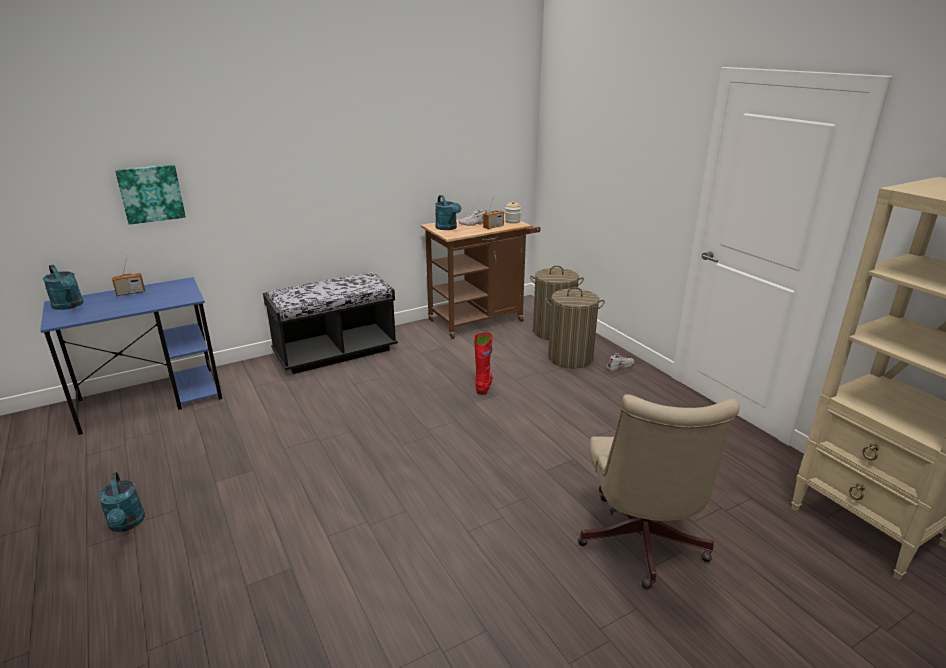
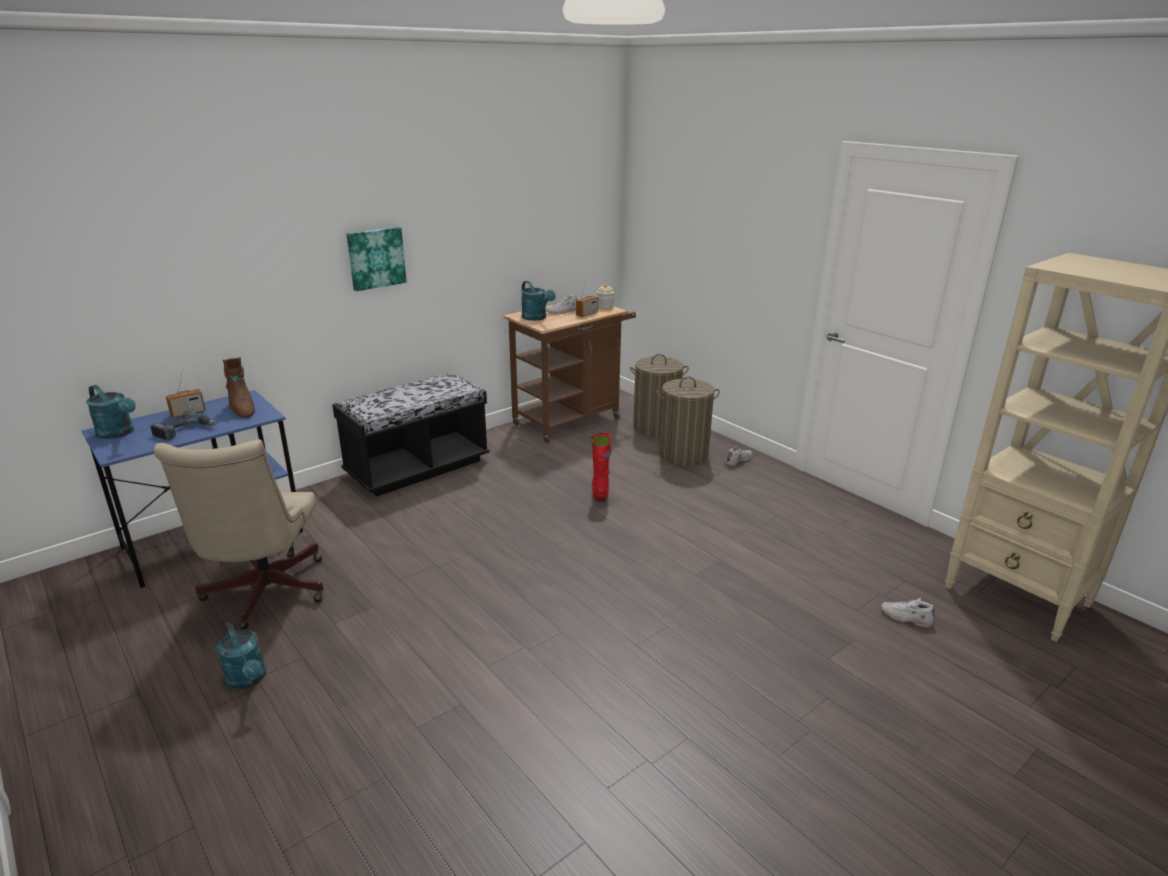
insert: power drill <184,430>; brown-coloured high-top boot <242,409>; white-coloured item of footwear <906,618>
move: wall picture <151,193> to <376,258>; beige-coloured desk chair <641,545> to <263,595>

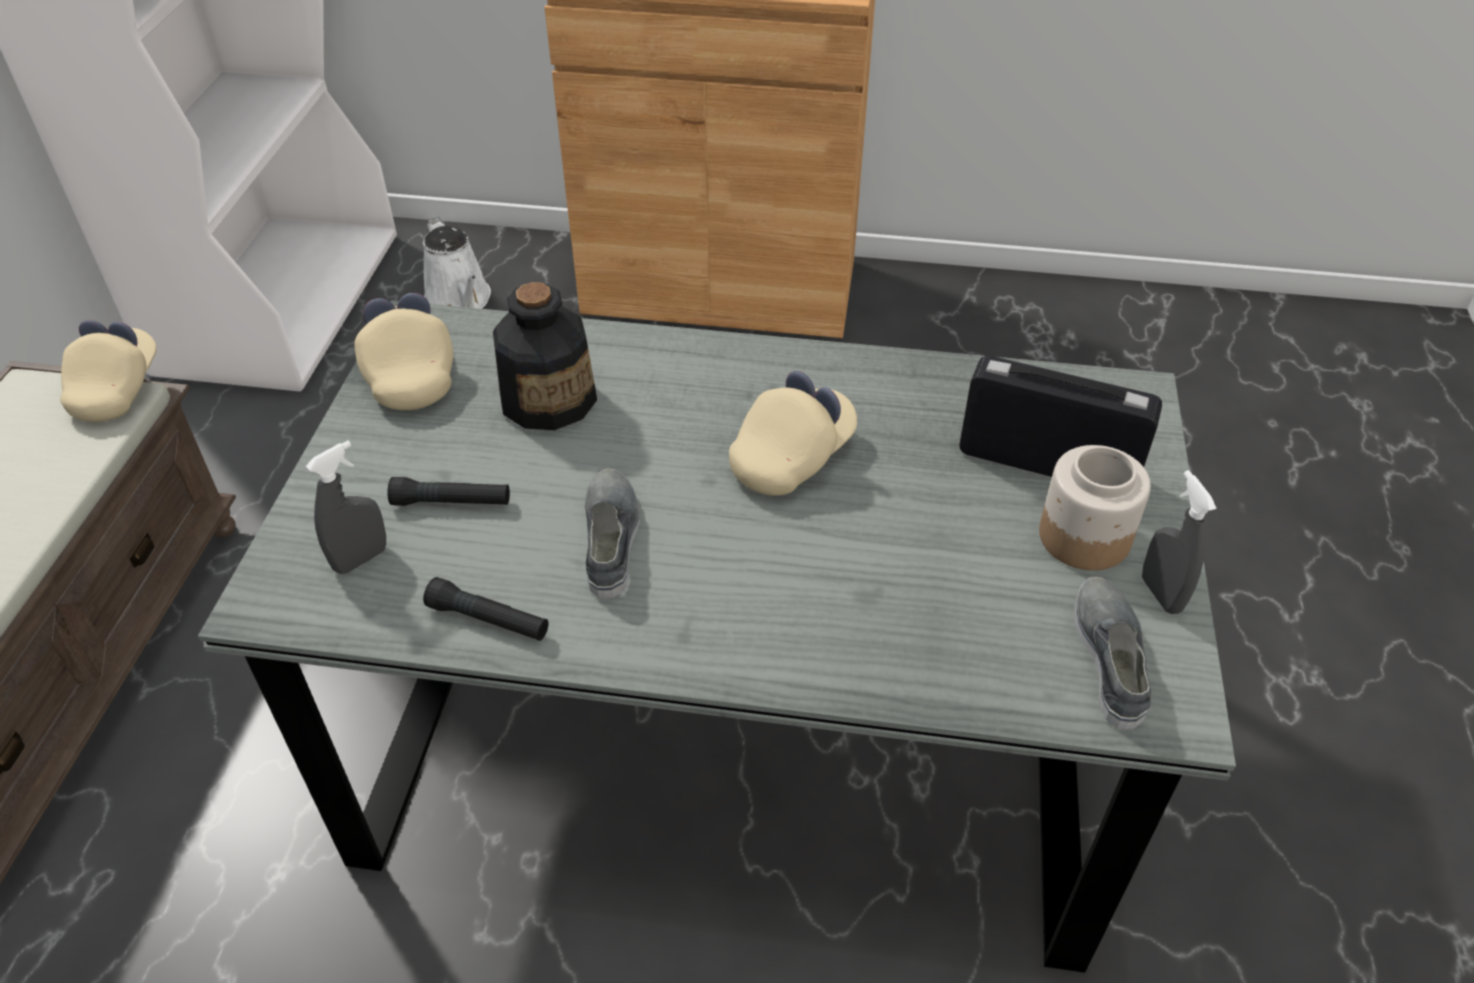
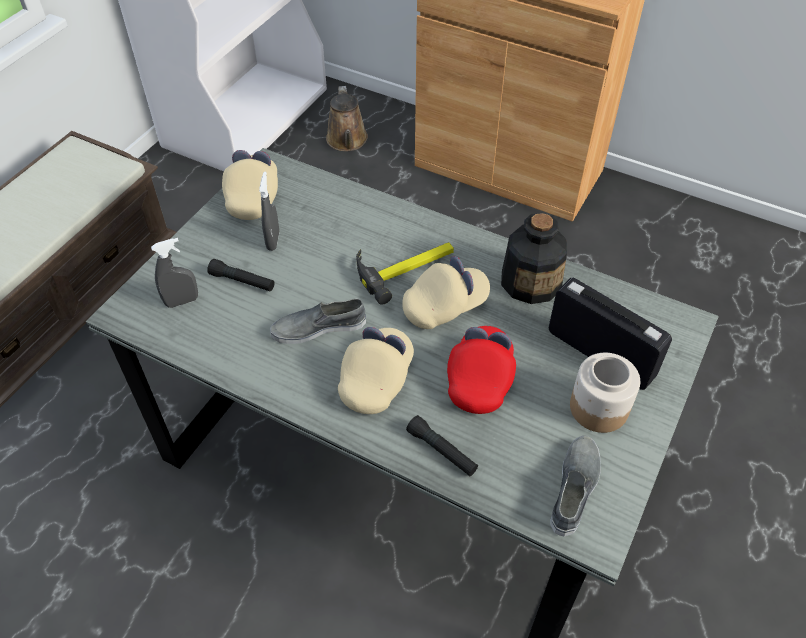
insert: hammer <406,267>; red baseball cap <480,378>
move: beige-coloured baseball cap <117,389> to <376,379>; blackish hand torch <489,620> to <442,451>; bottle <549,399> to <531,281>; grey sprayer <1160,594> to <273,241>
recolor: white-coloured sprinkling can <460,301> to brown-coloured sprinkling can <347,141>
rotate: grey item of footwear <611,538> = <318,327> 120 degrees counterclockwise

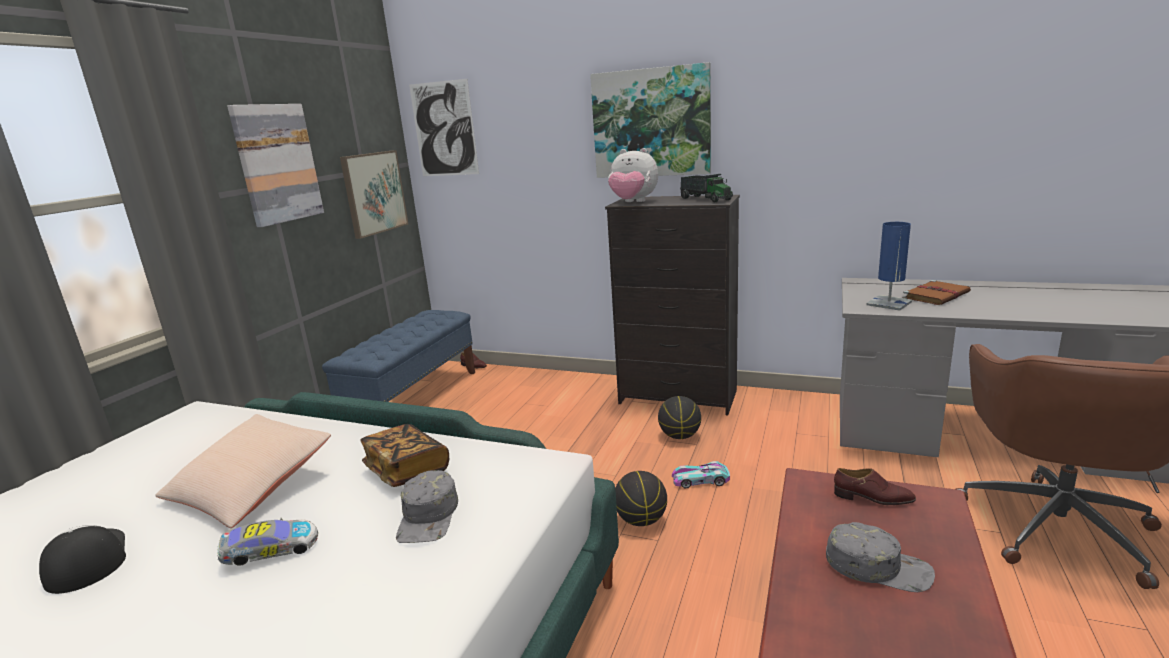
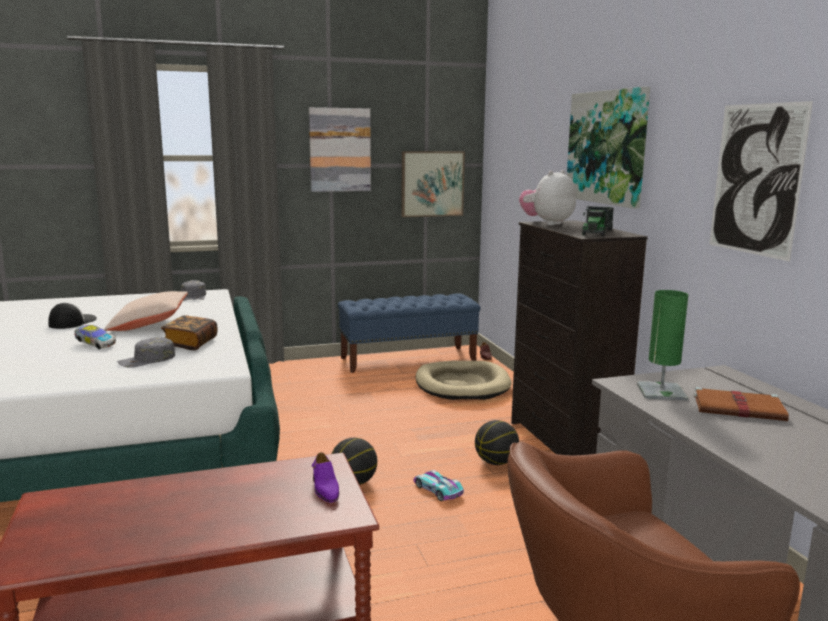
insert: beige-coloured dog bed <462,385>
move: wall picture <444,129> to <756,179>; grey baseball cap <878,566> to <194,296>
recolor: brown-coloured item of footwear <873,498> to purplish item of footwear <325,489>; blue table lamp <889,303> to green-coloured table lamp <661,392>
rotate: soft toy <633,202> = <547,223> 60 degrees clockwise

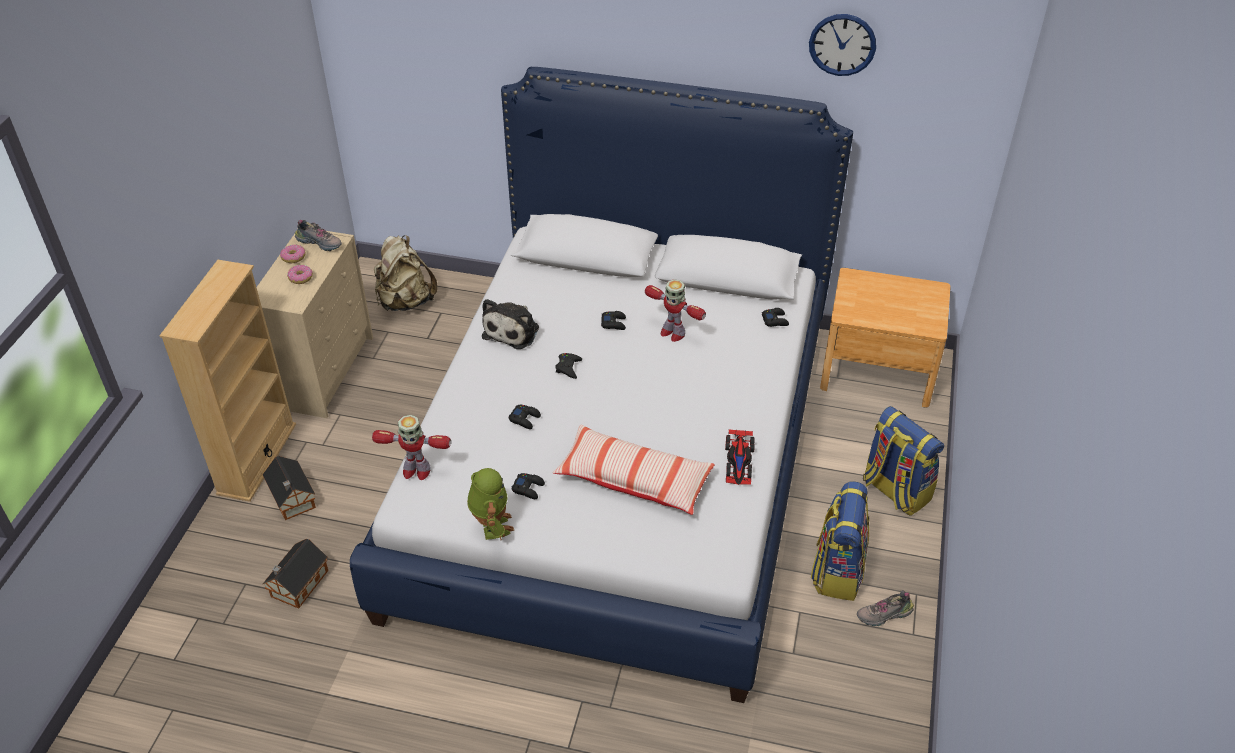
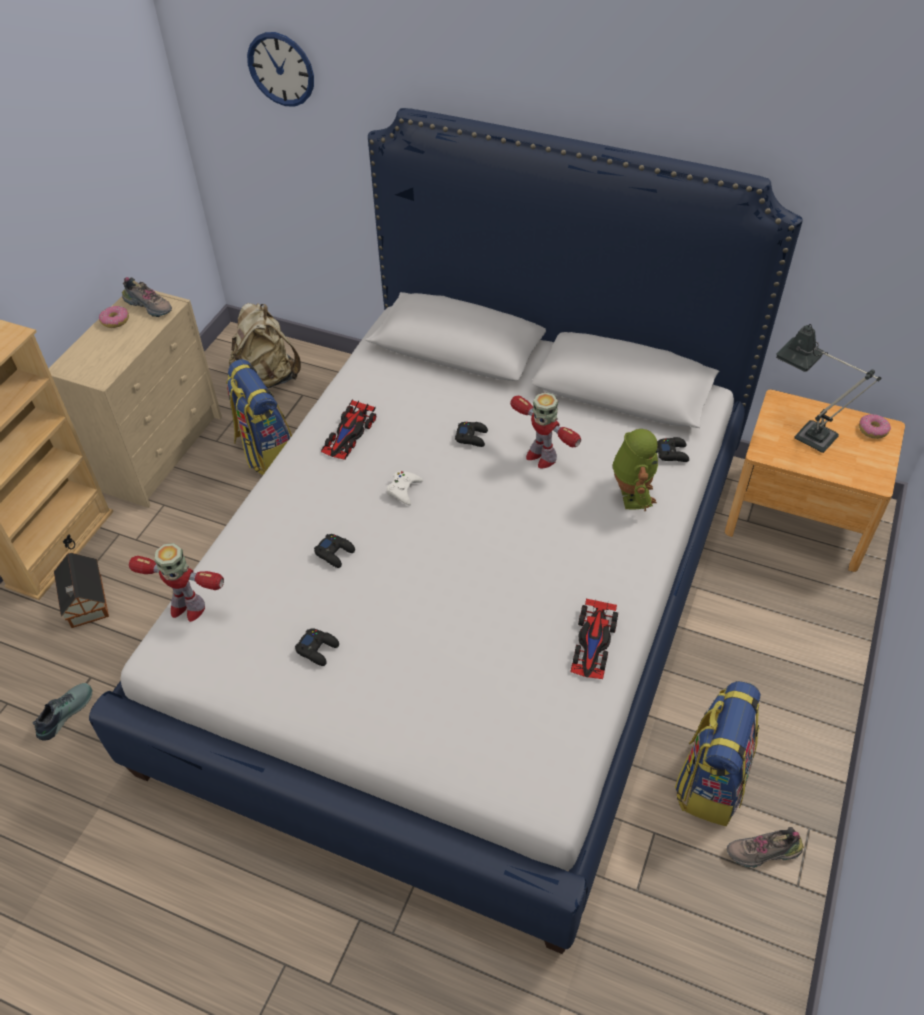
delete: cushion <634,480>
insert: table lamp <806,433>
move: ring doughnut <301,278> to <873,430>; robot figure <491,525> to <631,495>; clock on the wall <842,44> to <281,69>; backpack <894,490> to <265,451>
replace: toy house <297,585> to item of footwear <64,713>; soft toy <513,330> to miniature car <349,434>
recolor: blackish gamepad <568,368> to white-coloured gamepad <404,490>

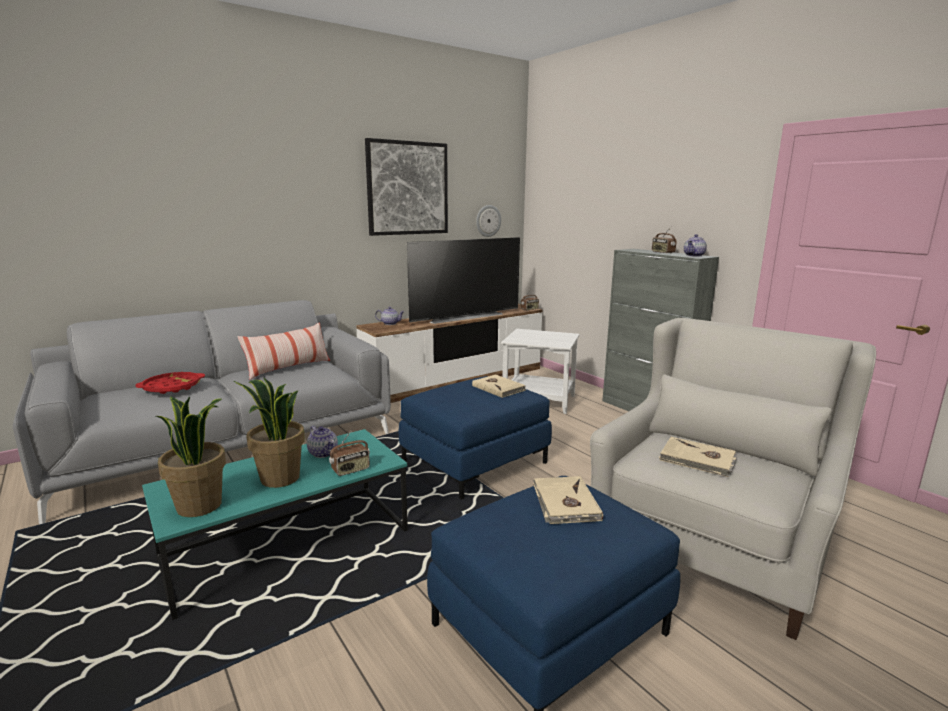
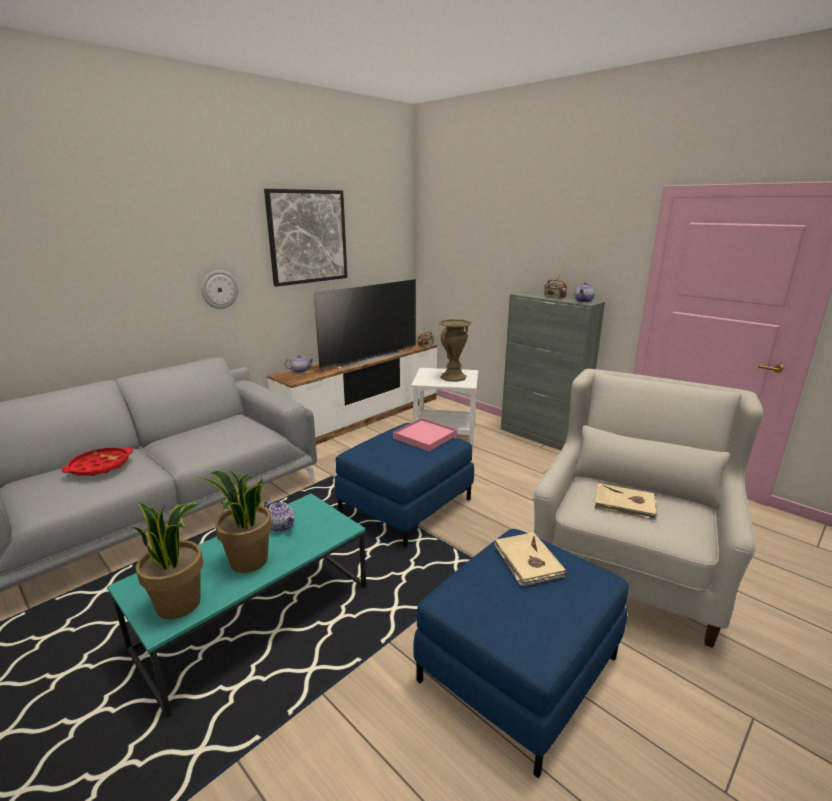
delete: cushion <288,368>; radio receiver <351,470>
insert: brown-coloured decorative vase <453,377>
move: clock on the wall <488,221> to <219,289>
replace: beige-coloured book <498,388> to pink-coloured carrying tray <425,437>

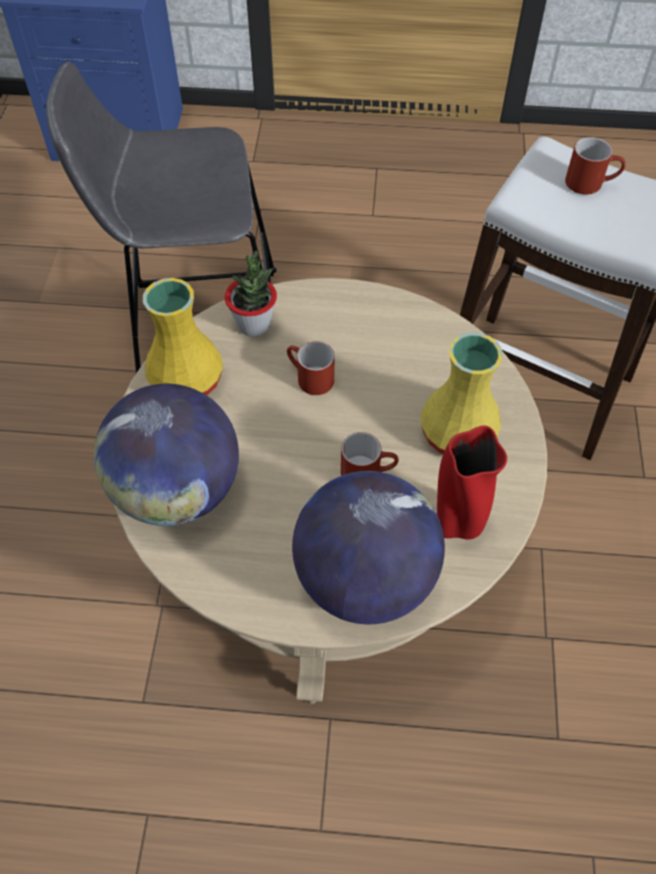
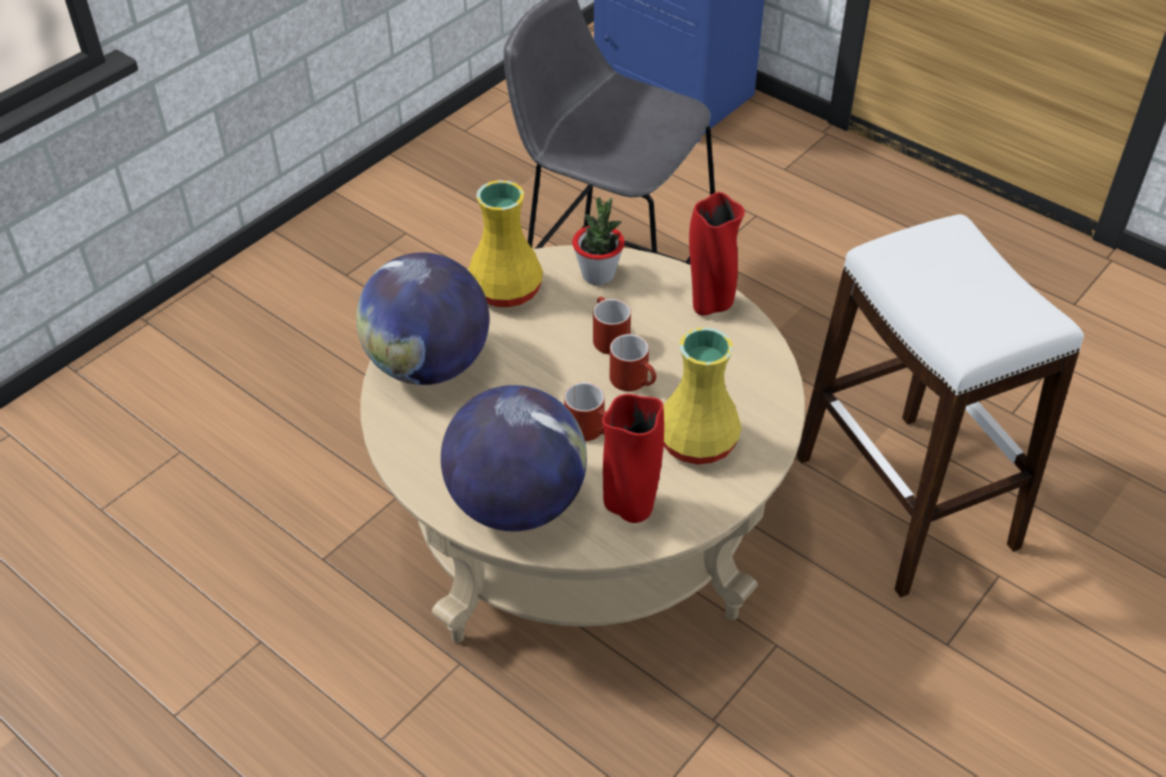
insert: red decorative vase <710,305>
move: red tea mug <591,182> to <635,381>

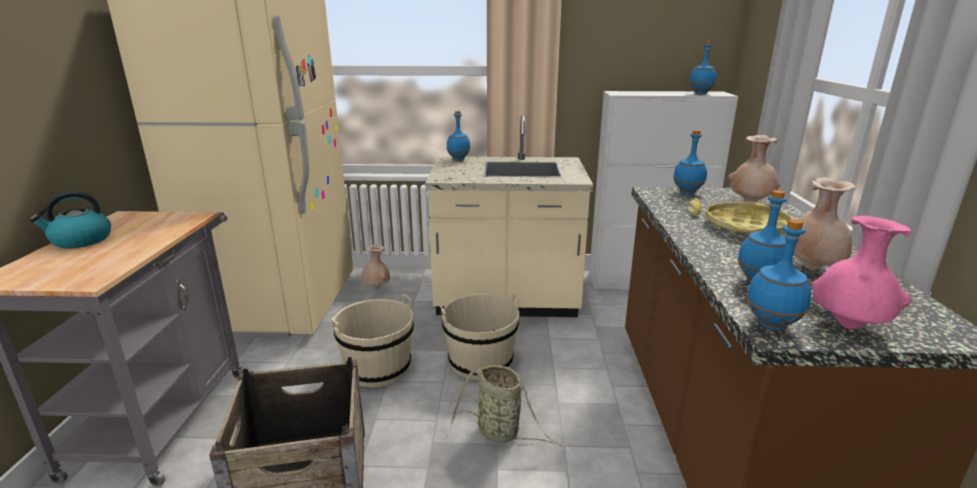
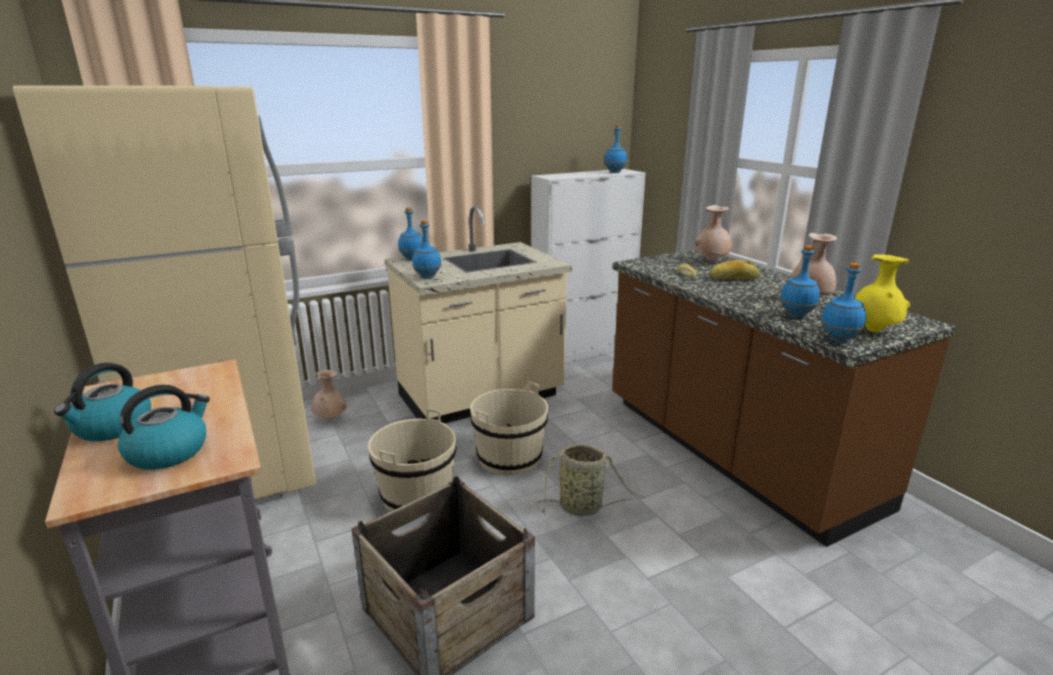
insert: kettle <169,451>
move: blue bottle <687,192> to <427,277>
replace: yellowish carrying tray <746,226> to bread <734,279>
recolor: pink-coloured decorative vase <848,326> to yellowish decorative vase <873,331>

